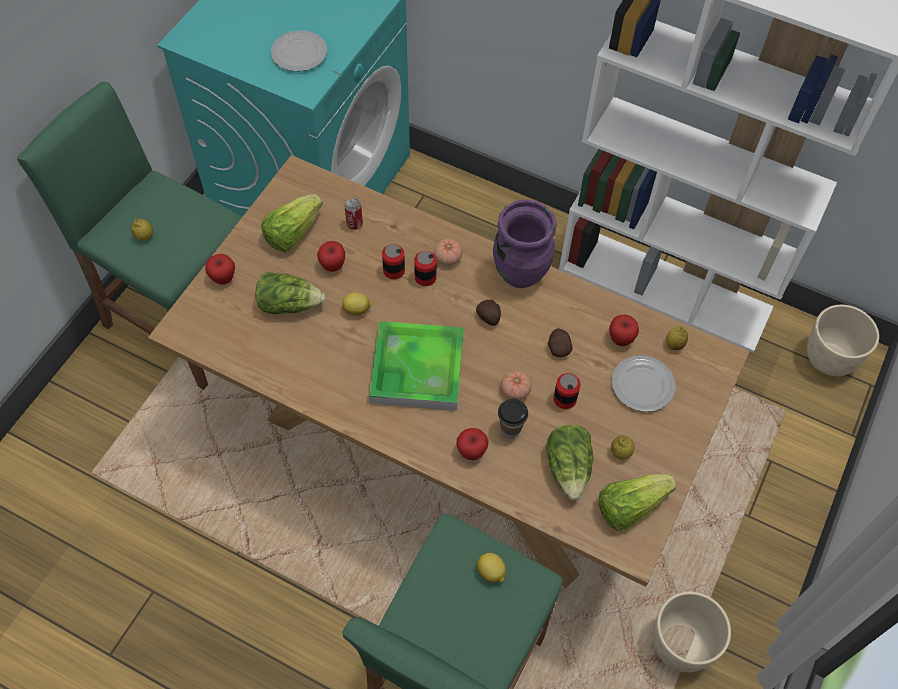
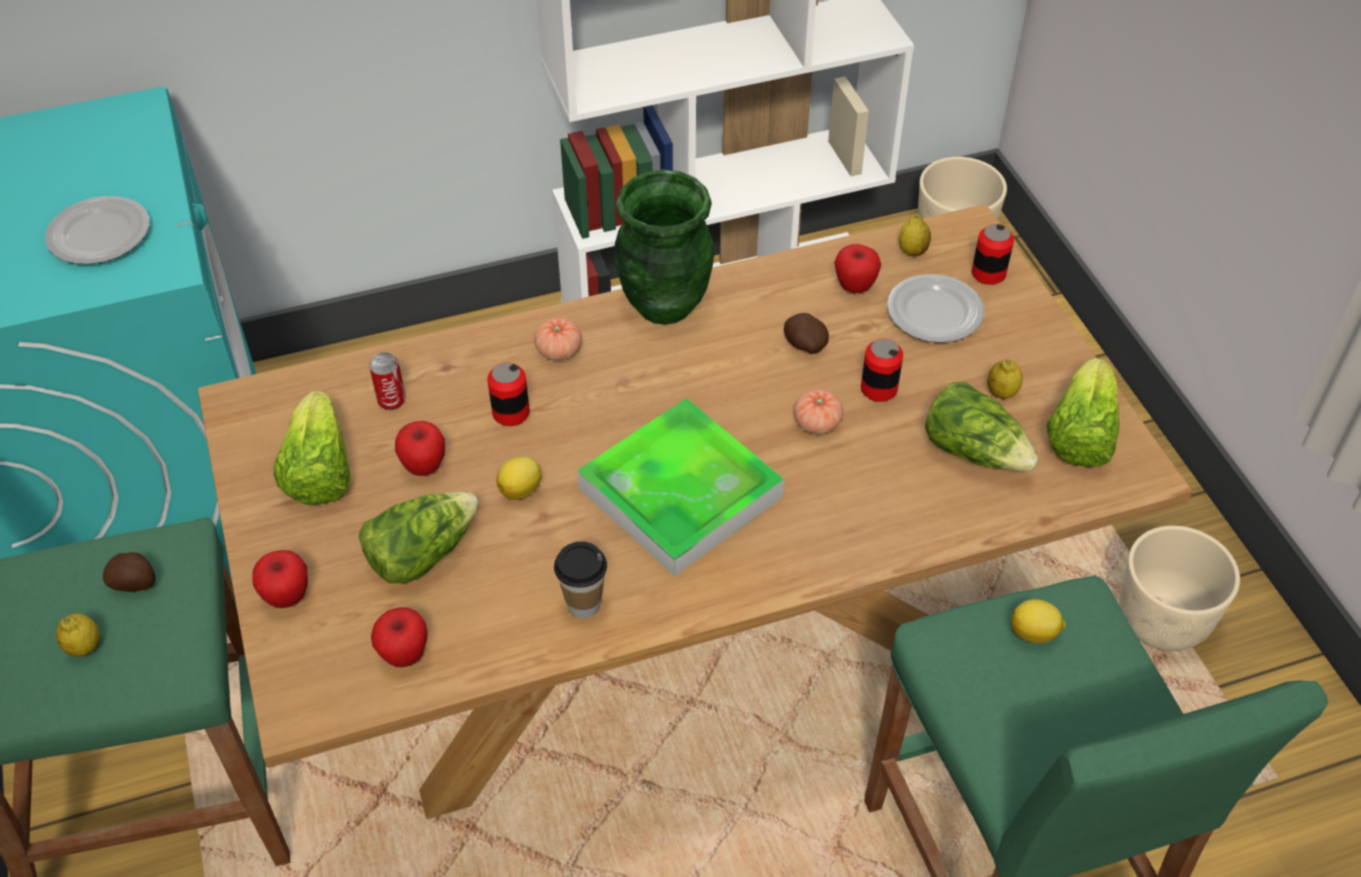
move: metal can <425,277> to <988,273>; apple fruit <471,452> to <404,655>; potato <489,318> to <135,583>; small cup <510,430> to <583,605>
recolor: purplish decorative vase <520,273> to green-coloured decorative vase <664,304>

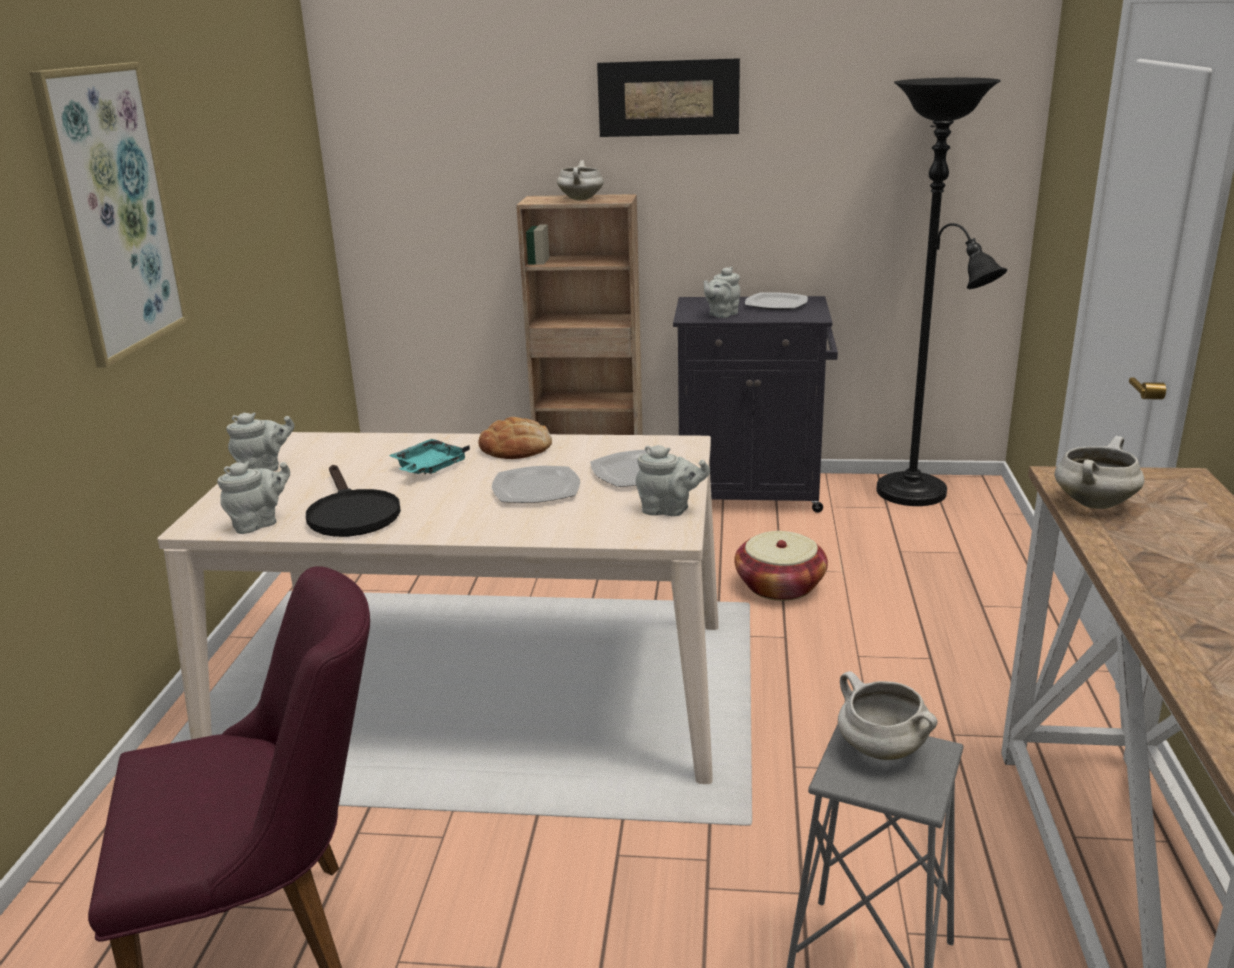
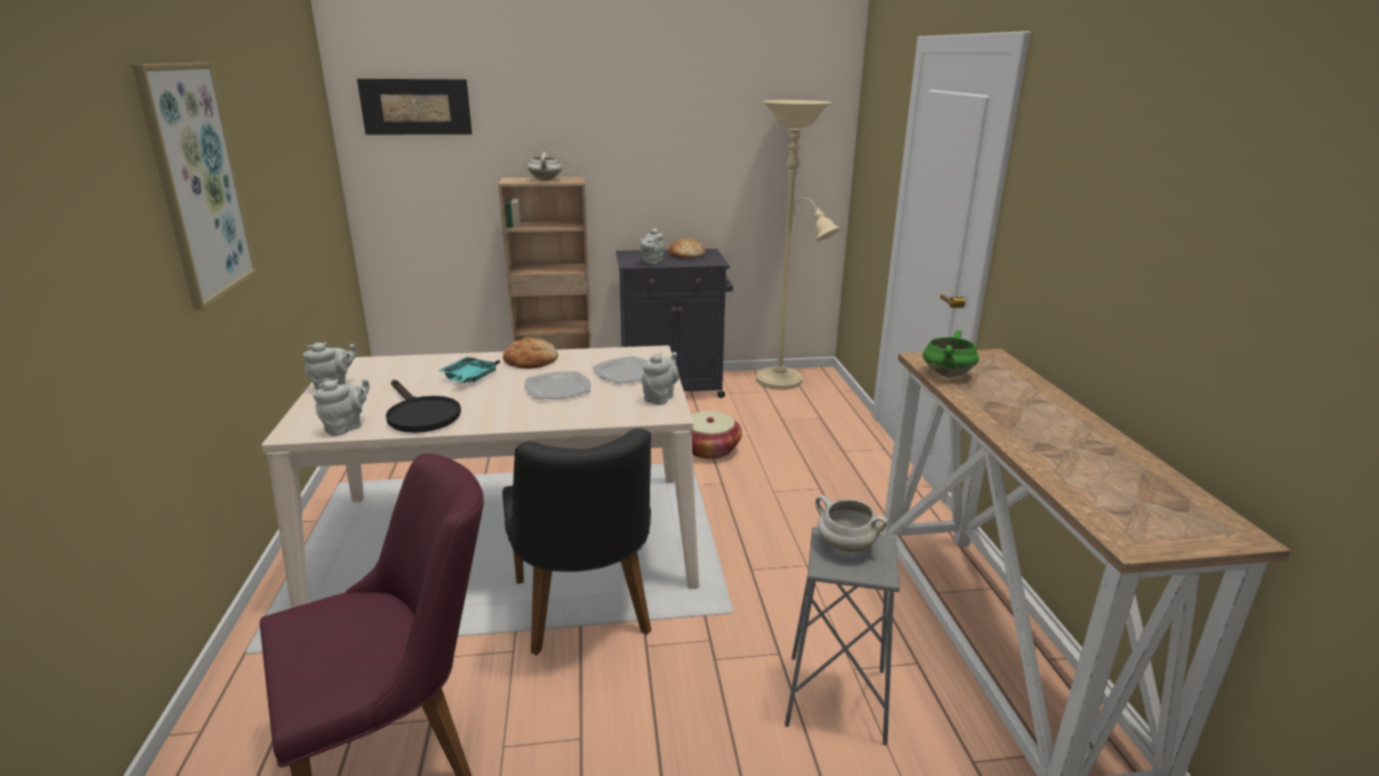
insert: blackish plain chair <585,615>
move: wall picture <668,98> to <416,107>
replace: plate <775,304> to bread <686,254>
recolor: blackish standard lamp <918,495> to beige-coloured standard lamp <784,382>; white-coloured cooking pot <1093,503> to green-coloured cooking pot <947,374>
rotate: grey tea pot <669,510> = <660,397> 60 degrees counterclockwise

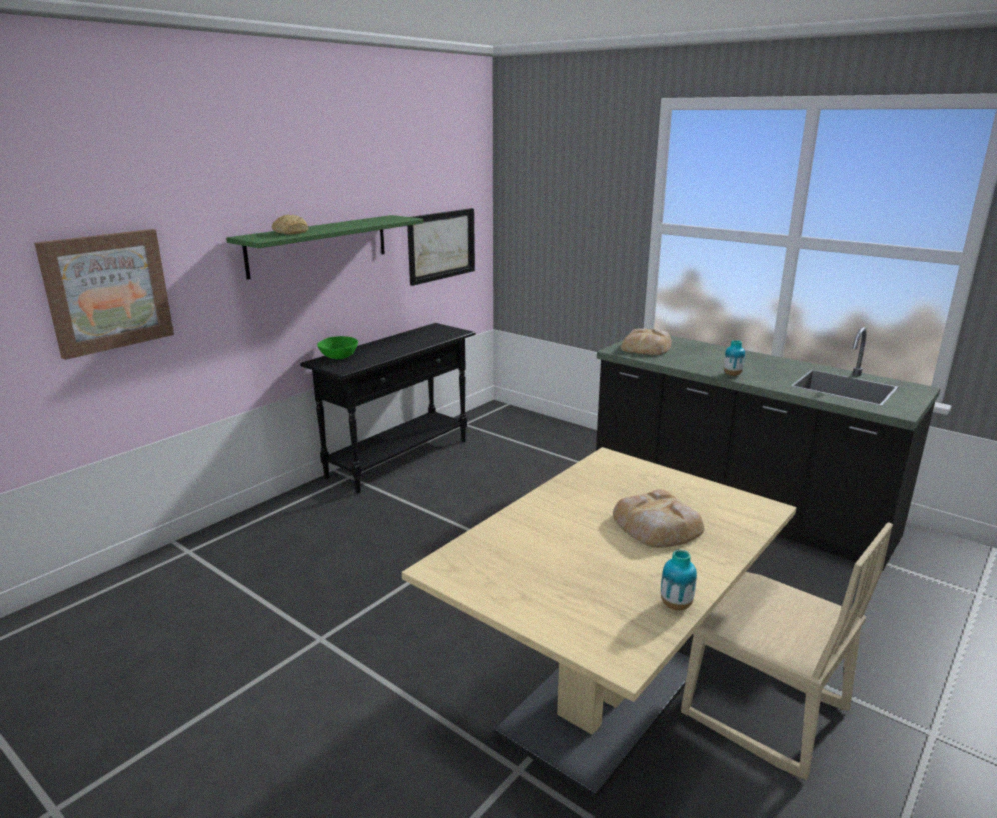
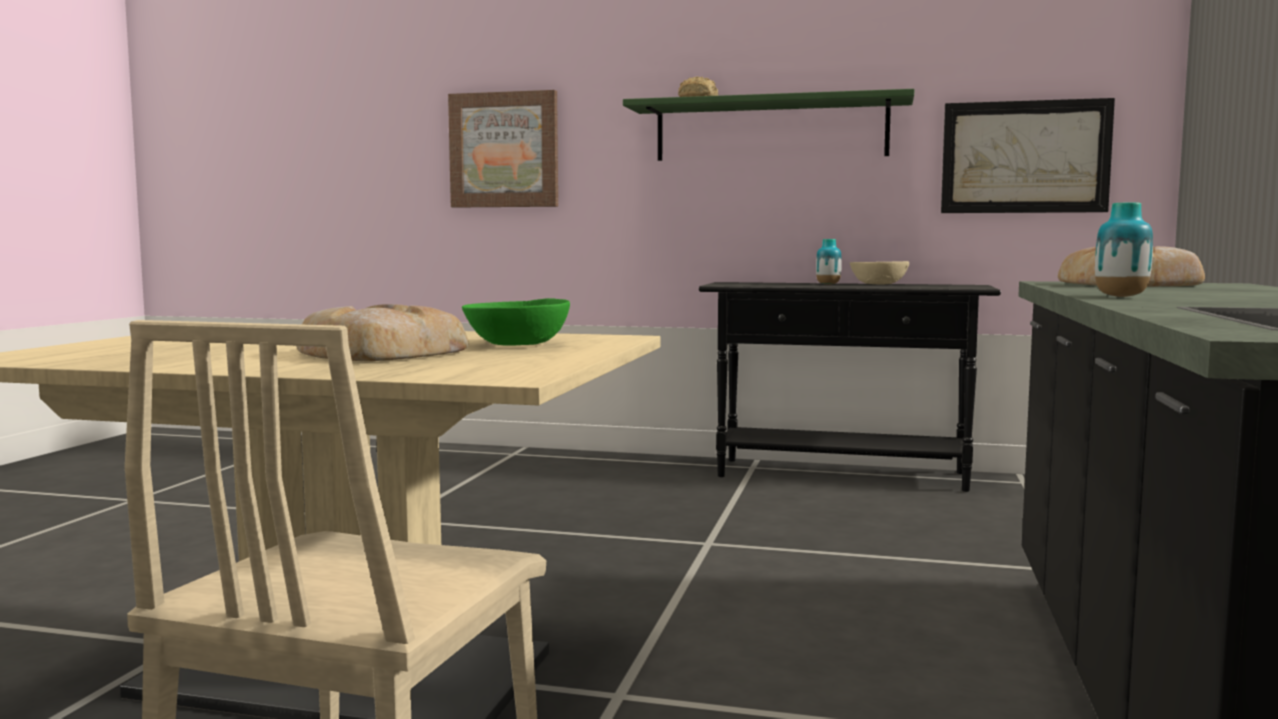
insert: beige-coloured serving bowl <878,284>
move: green-coloured serving bowl <339,357> to <517,344>; decorative vase <676,605> to <828,284>

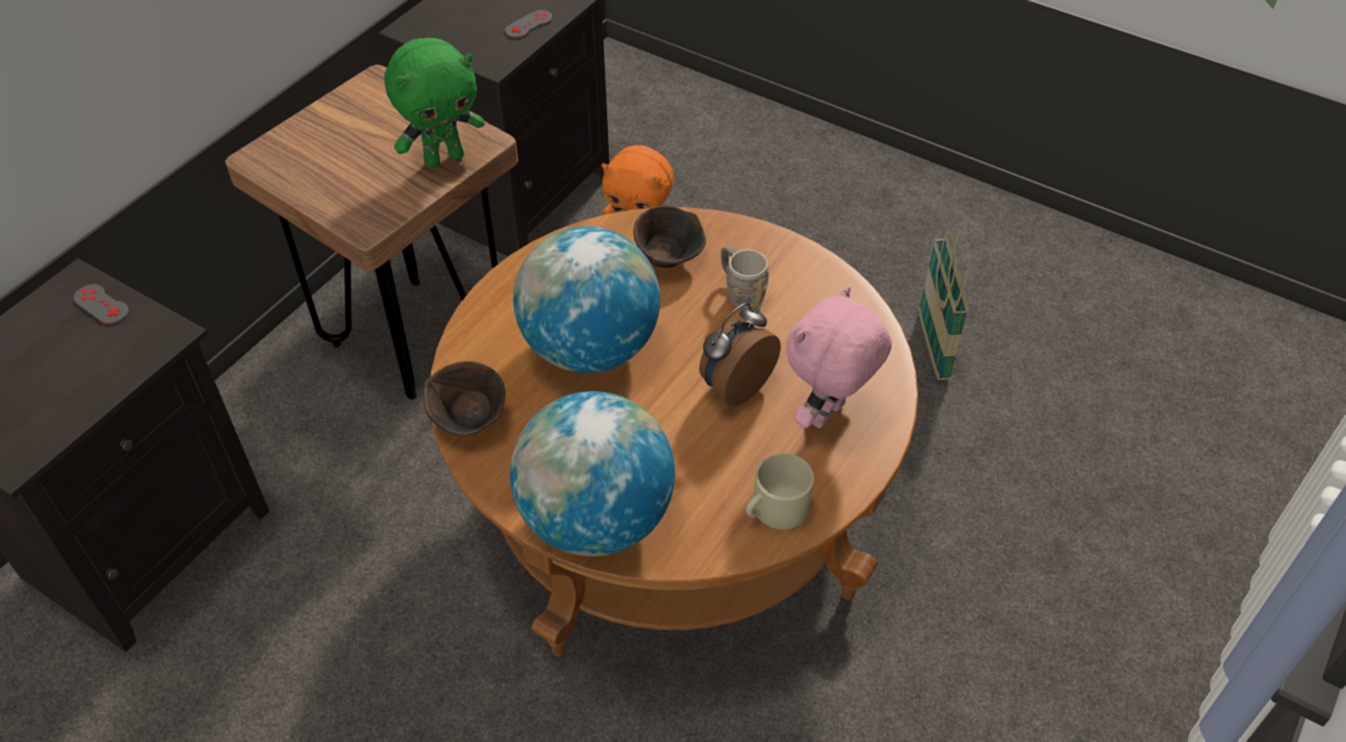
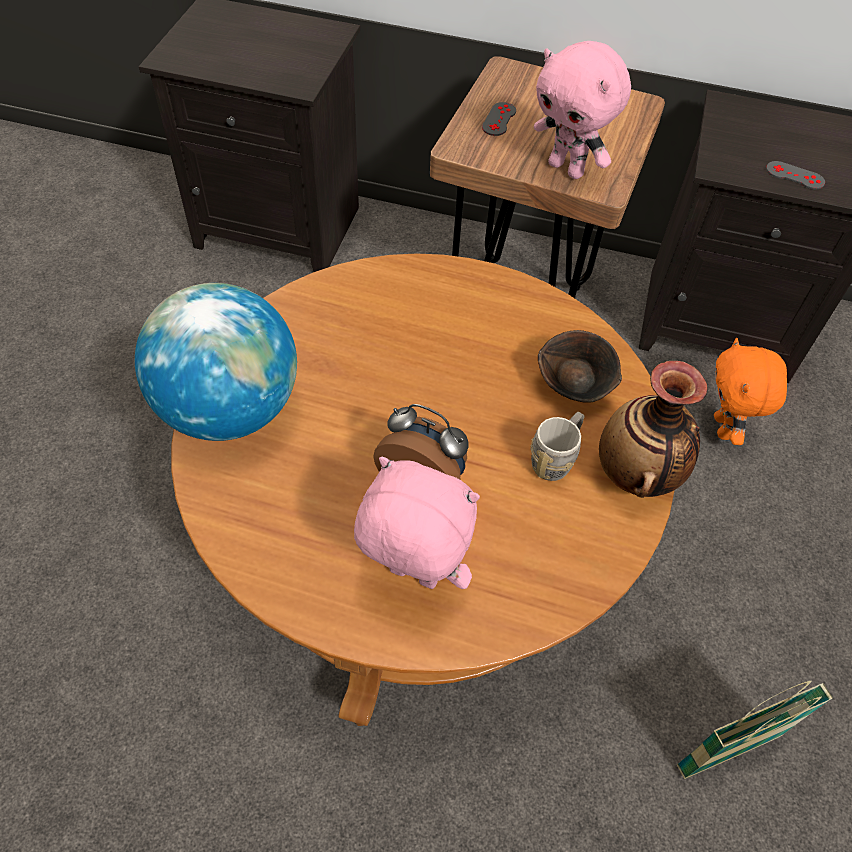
delete: brown-coloured serving bowl <470,420>; globe <590,348>; beige-coloured tea mug <775,509>
insert: decorative vase <637,474>
move: grey gamepad <101,304> to <499,119>
recolor: green-coloured soft toy <444,158> to pink-coloured soft toy <567,169>

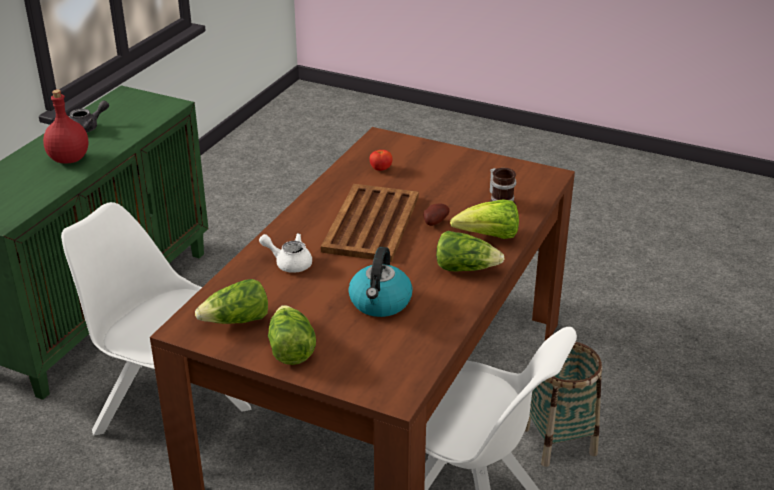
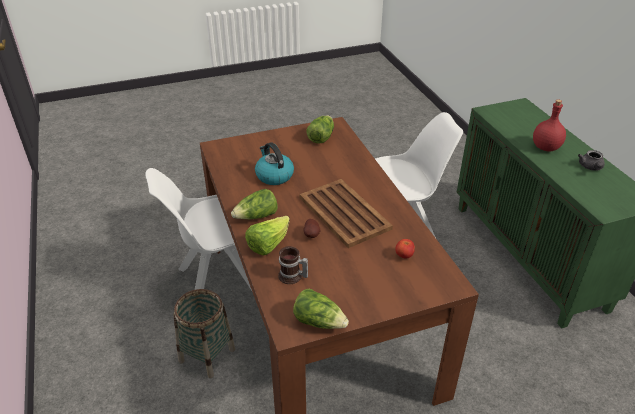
delete: white-coloured tea pot <289,263>
move: head of lettuce <290,349> to <319,321>

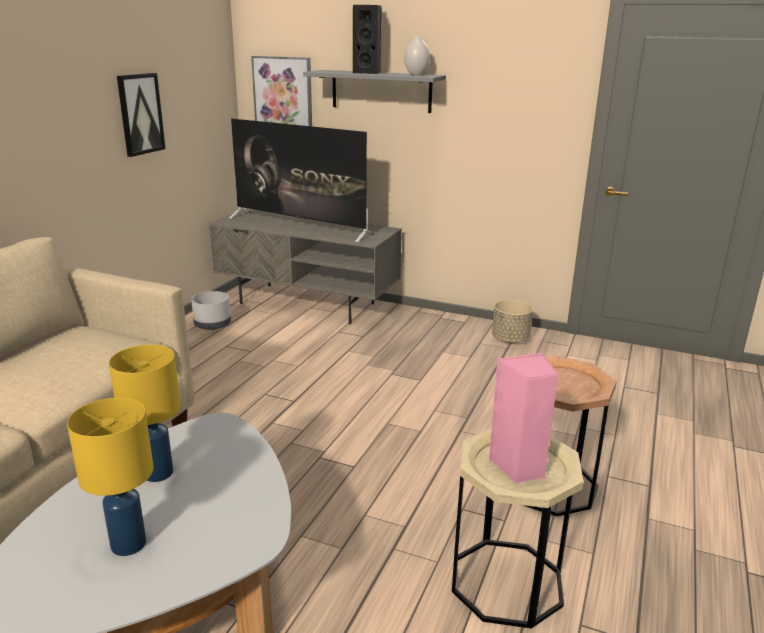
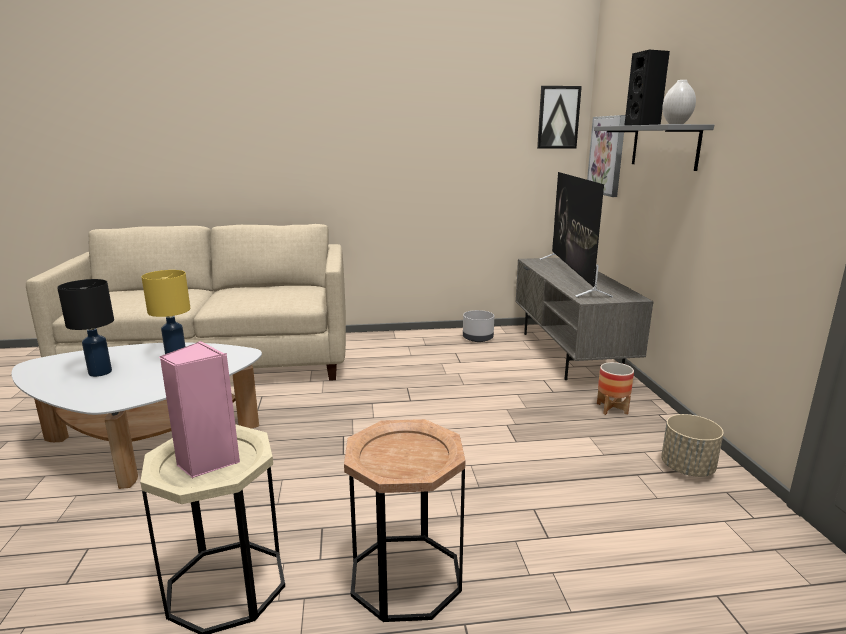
insert: planter <612,408>
move: wall picture <140,114> to <558,117>
recolor: yellowish table lamp <130,544> to blackish table lamp <100,372>

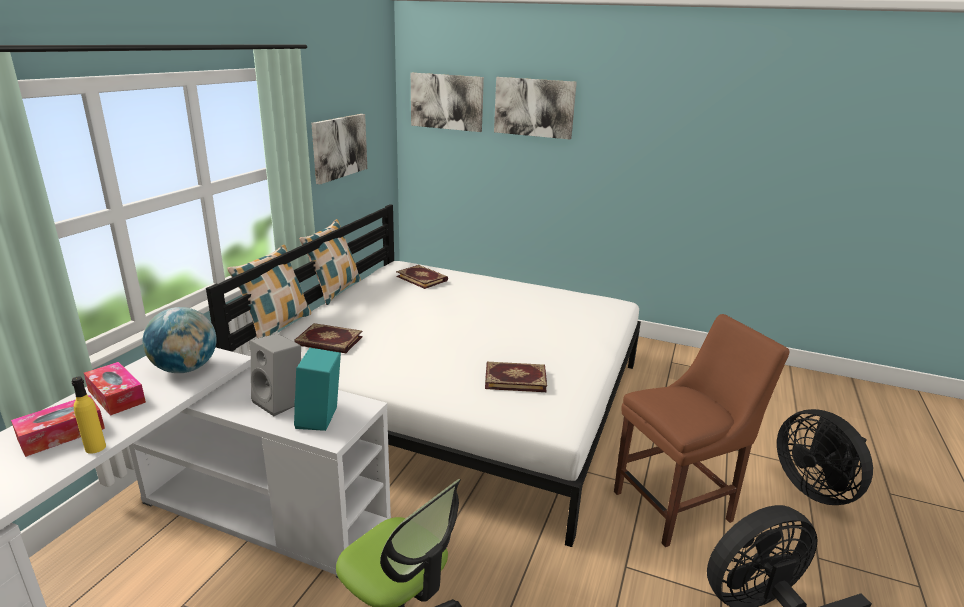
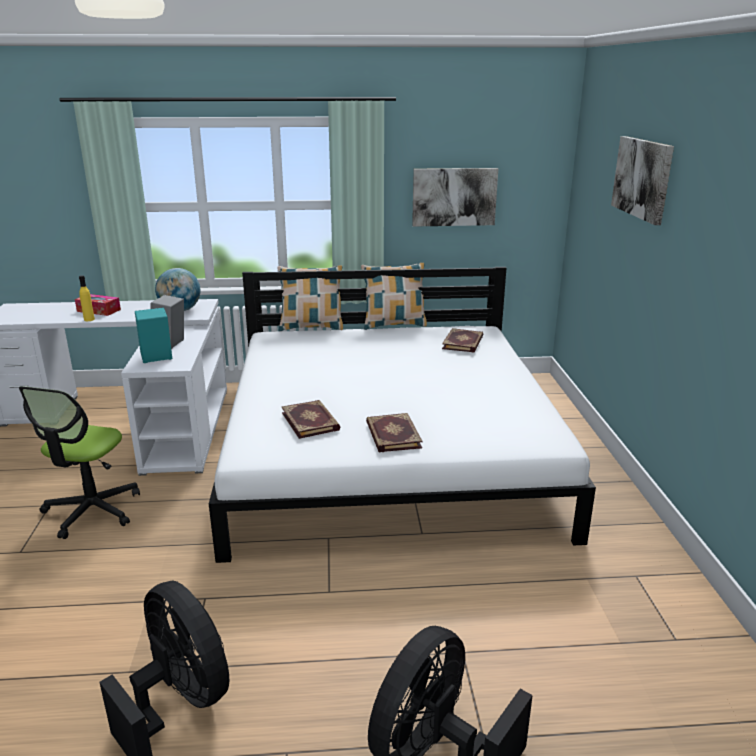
delete: tissue box <116,396>; wall picture <447,102>; brown-coloured plain chair <677,505>
move: book <328,341> to <392,435>

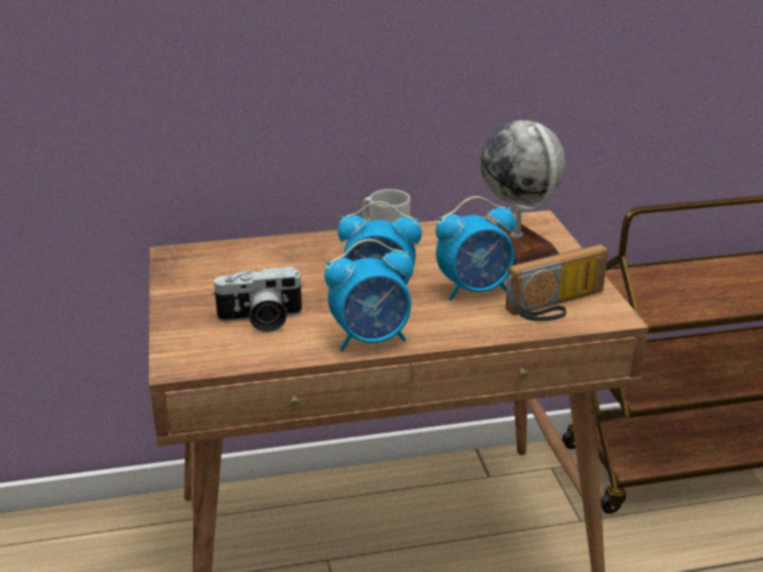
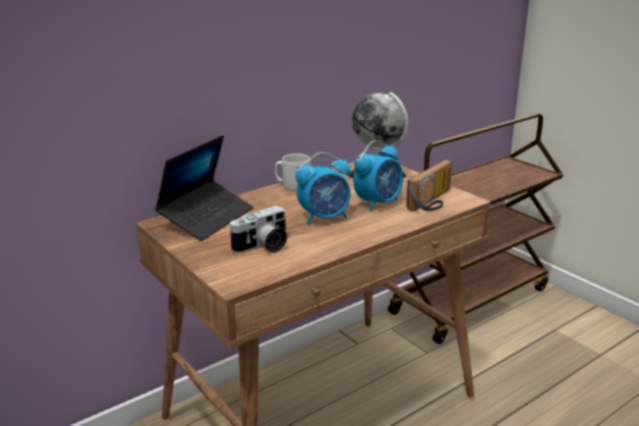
delete: alarm clock <371,339>
insert: portable computer <207,218>

